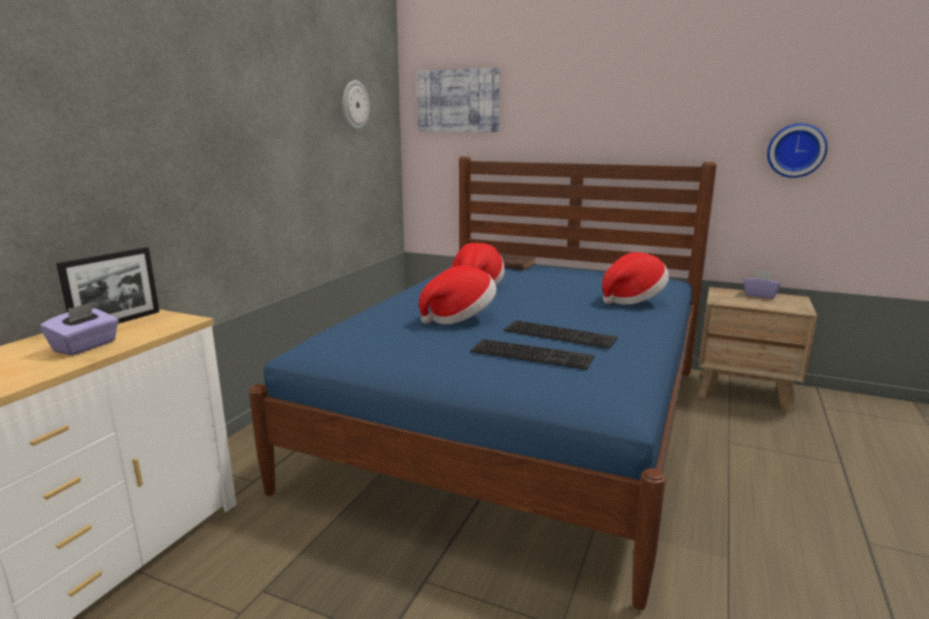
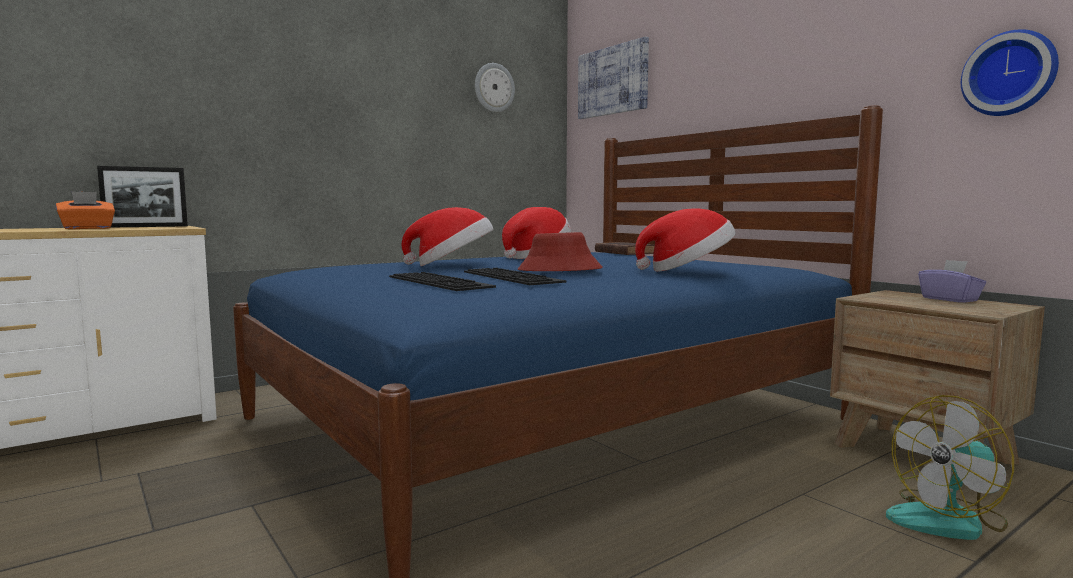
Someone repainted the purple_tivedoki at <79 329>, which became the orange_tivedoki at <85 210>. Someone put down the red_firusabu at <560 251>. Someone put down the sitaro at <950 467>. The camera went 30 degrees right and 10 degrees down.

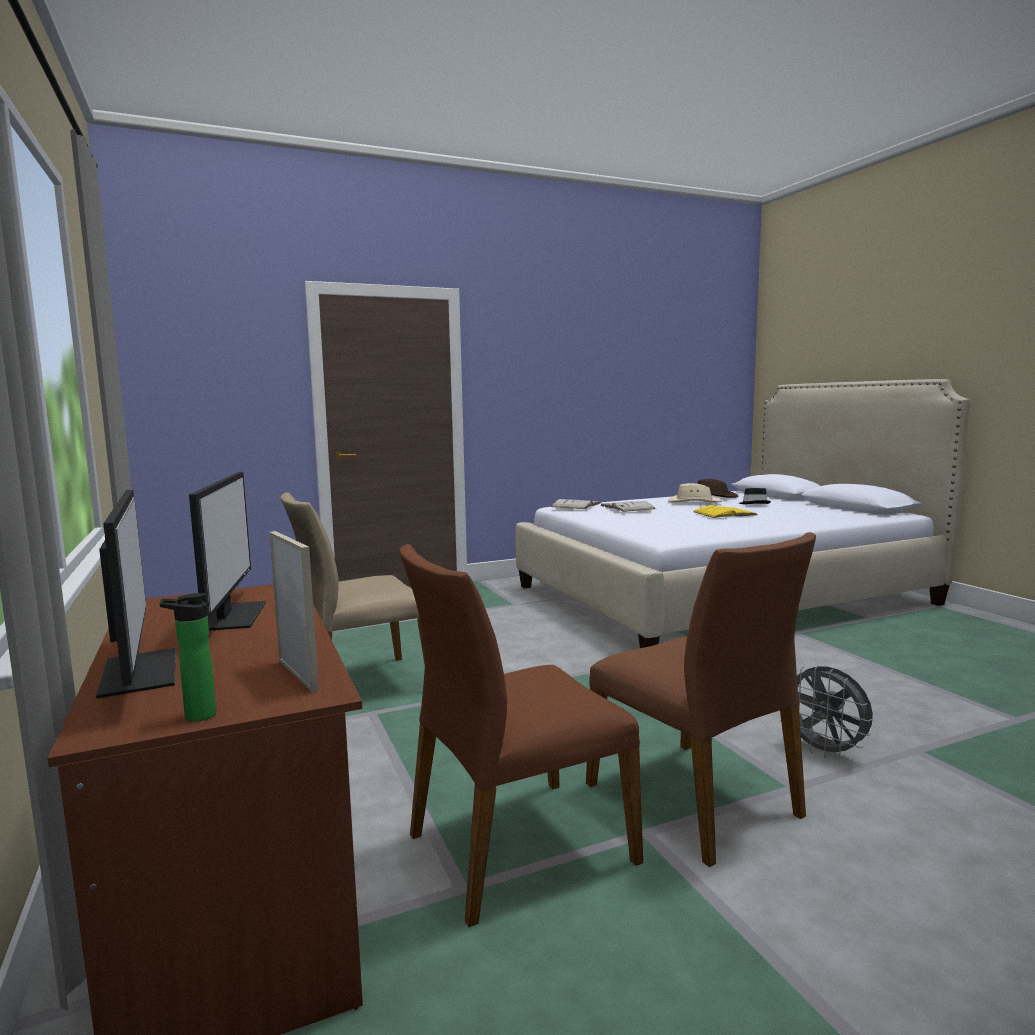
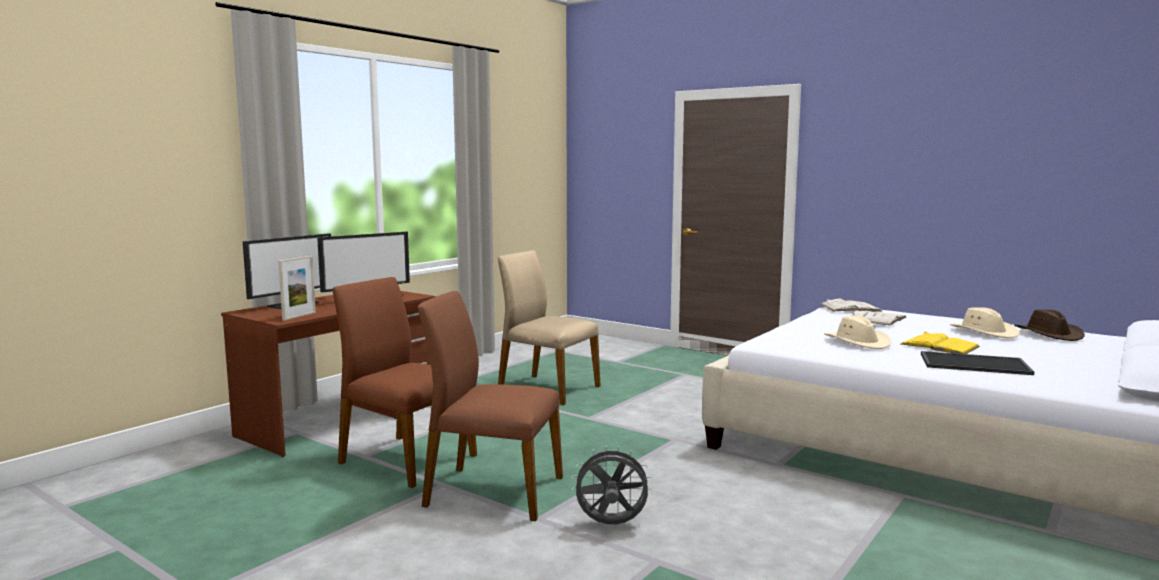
Someone took away the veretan at <188 657>. Someone rotated the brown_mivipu at <701 699> by 75 degrees clockwise. Someone took away the black_firusabu at <755 496>. Someone rotated the grey_sitaro at <826 712> by 75 degrees clockwise. Someone put down the beige_firusabu at <857 332>. Someone put down the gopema at <977 363>. The camera went 60 degrees right and 0 degrees up.

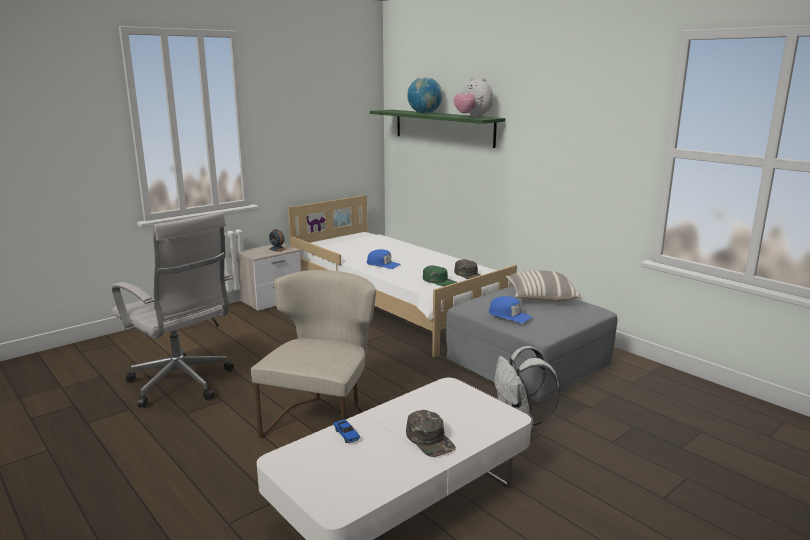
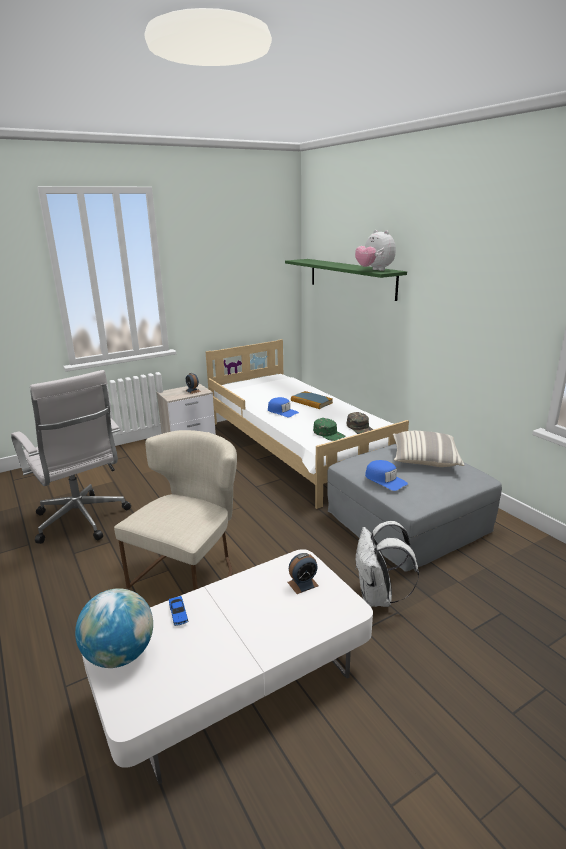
Someone took away the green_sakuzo at <431 433>. Someone carried the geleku from <425 95> to <114 628>. Someone put down the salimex at <303 573>. Someone put down the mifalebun at <312 400>. The camera went 10 degrees right and 5 degrees up.

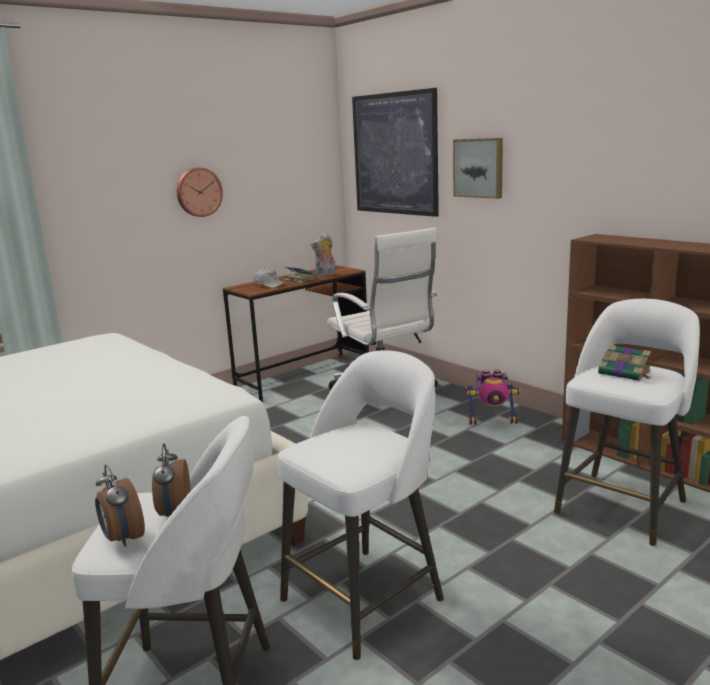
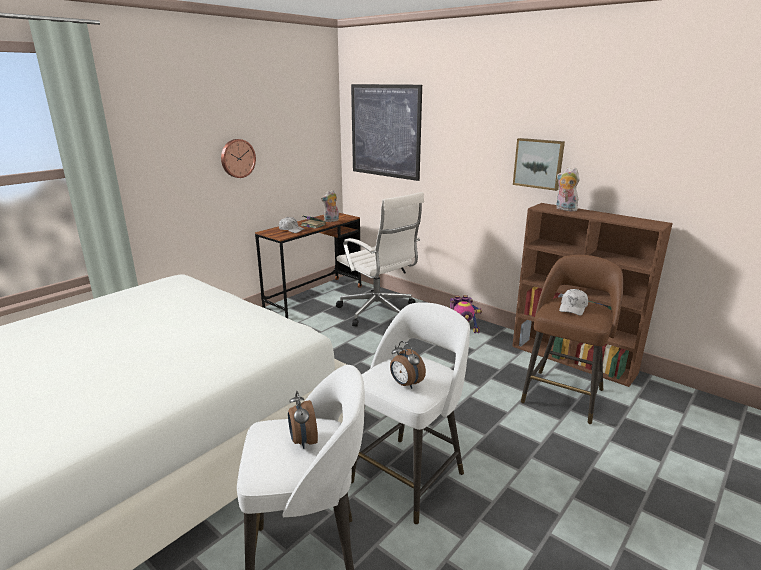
Someone carried the salimex from <120 505> to <408 365>. Someone carried the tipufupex from <478 168> to <539 164>. Someone repainted the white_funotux at <627 422>, which became the brown_funotux at <572 339>. Someone swapped the mifalebun at <624 363> for the white_sakuzo at <573 302>. Someone put down the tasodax at <568 189>. The camera went 10 degrees left and 5 degrees up.

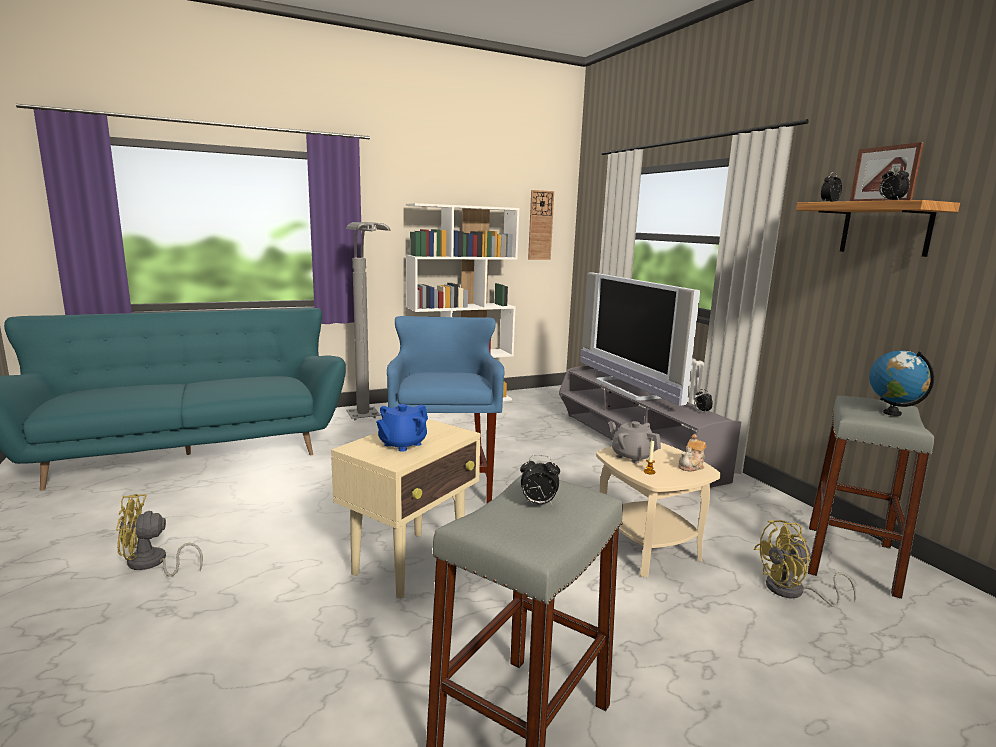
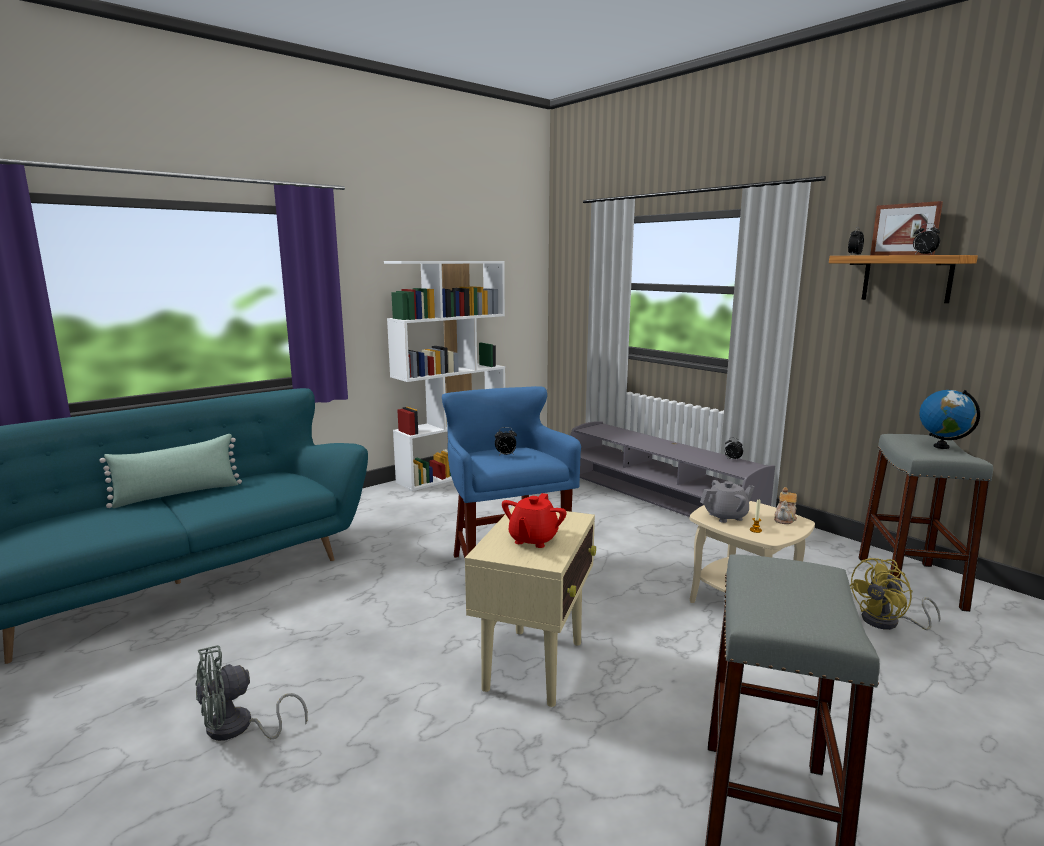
Someone repainted the yellow_sitaro at <159 535>, which became the grey_sitaro at <251 693>. Someone took away the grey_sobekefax at <368 321>. Someone repainted the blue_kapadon at <402 428>, which became the red_kapadon at <534 520>. Someone carried the salimex from <540 480> to <506 441>. Someone took away the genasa at <541 225>. Someone took away the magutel at <640 339>. Someone rotated the grey_kapadon at <635 442> by 135 degrees clockwise. Someone put down the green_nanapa at <170 471>. The camera went 15 degrees left and 0 degrees up.

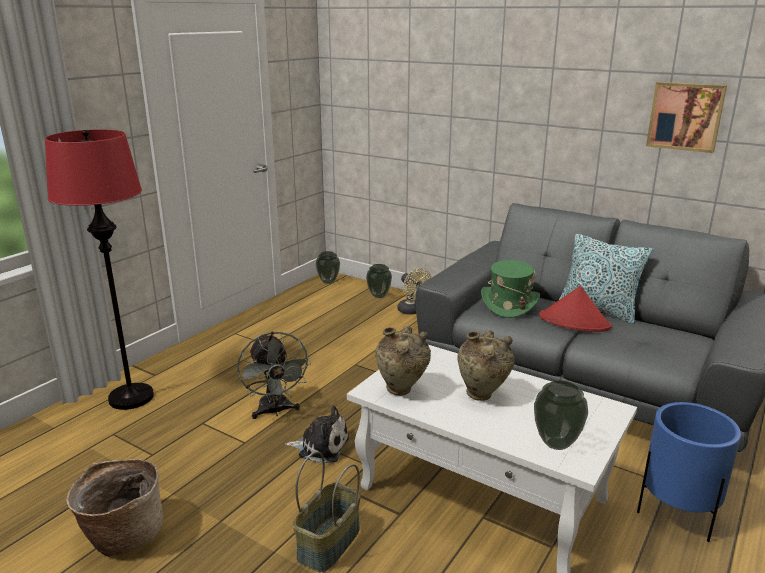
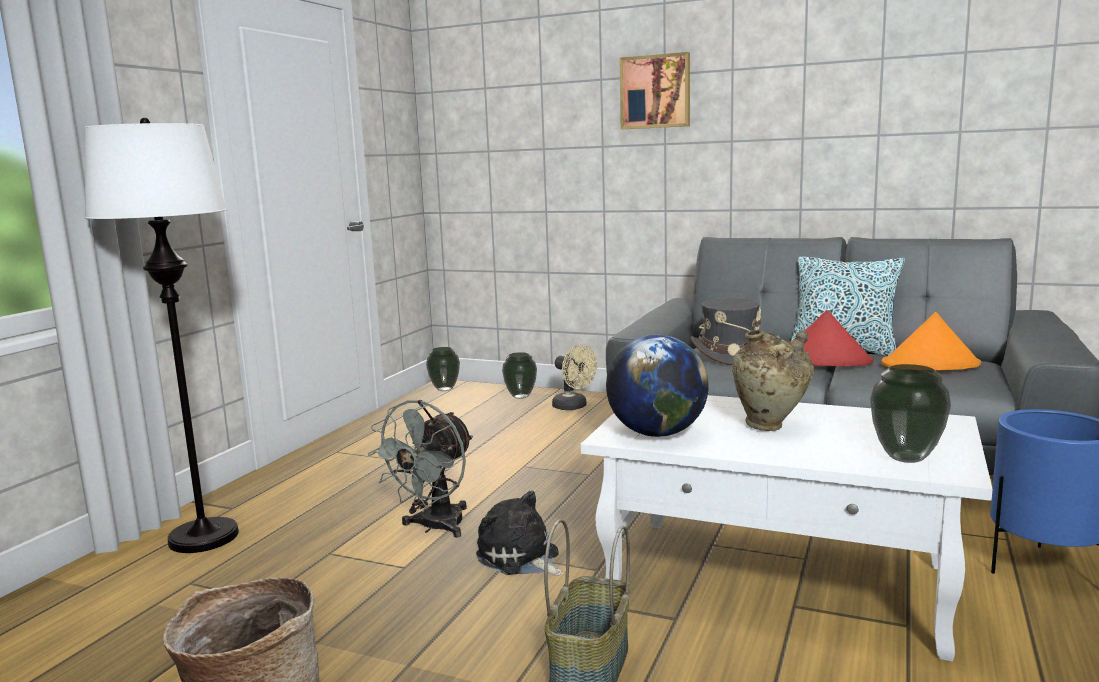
Someone repainted the red_sobekefax at <99 269>, which became the white_sobekefax at <161 335>. Someone rotated the grey_sitaro at <274 375> by 60 degrees clockwise. Someone rotated the tasodax at <317 434> by 135 degrees counterclockwise. Someone swapped the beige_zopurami at <403 361> for the geleku at <657 386>. Someone repainted the green_firusabu at <510 289>, which became the grey_firusabu at <726 331>. Someone carried the tipufupex from <686 117> to <654 90>. Someone put down the orange_firusabu at <931 341>. The camera went 10 degrees left and 10 degrees down.

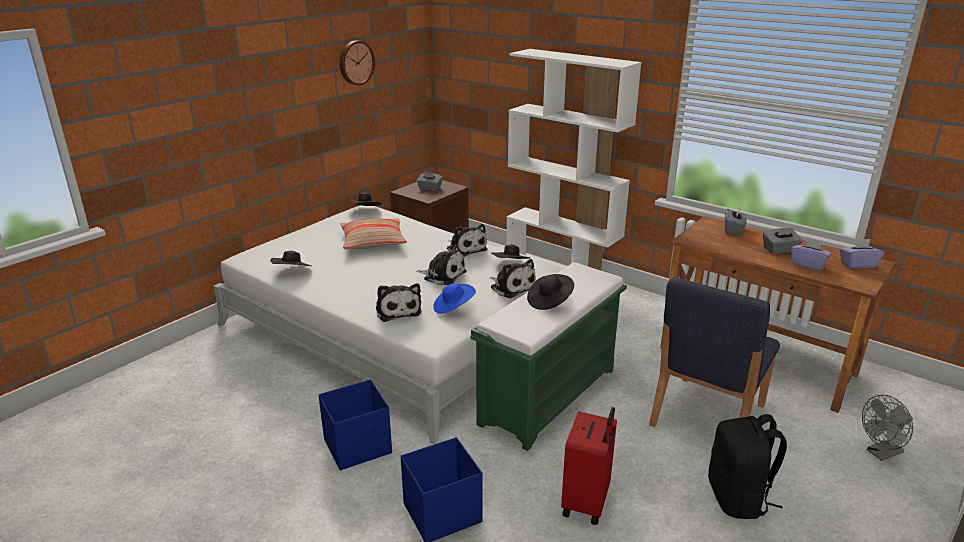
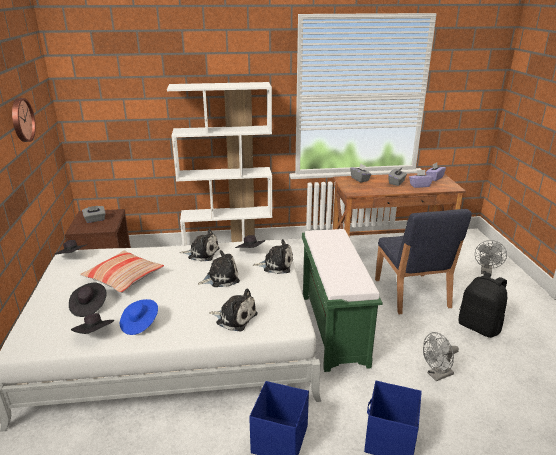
Someone carried the blue_firusabu from <454 298> to <139 317>. Someone carried the black_firusabu from <550 292> to <88 300>. Someone swapped the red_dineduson at <589 466> for the grey_sitaro at <441 356>. The camera went 45 degrees left and 0 degrees up.

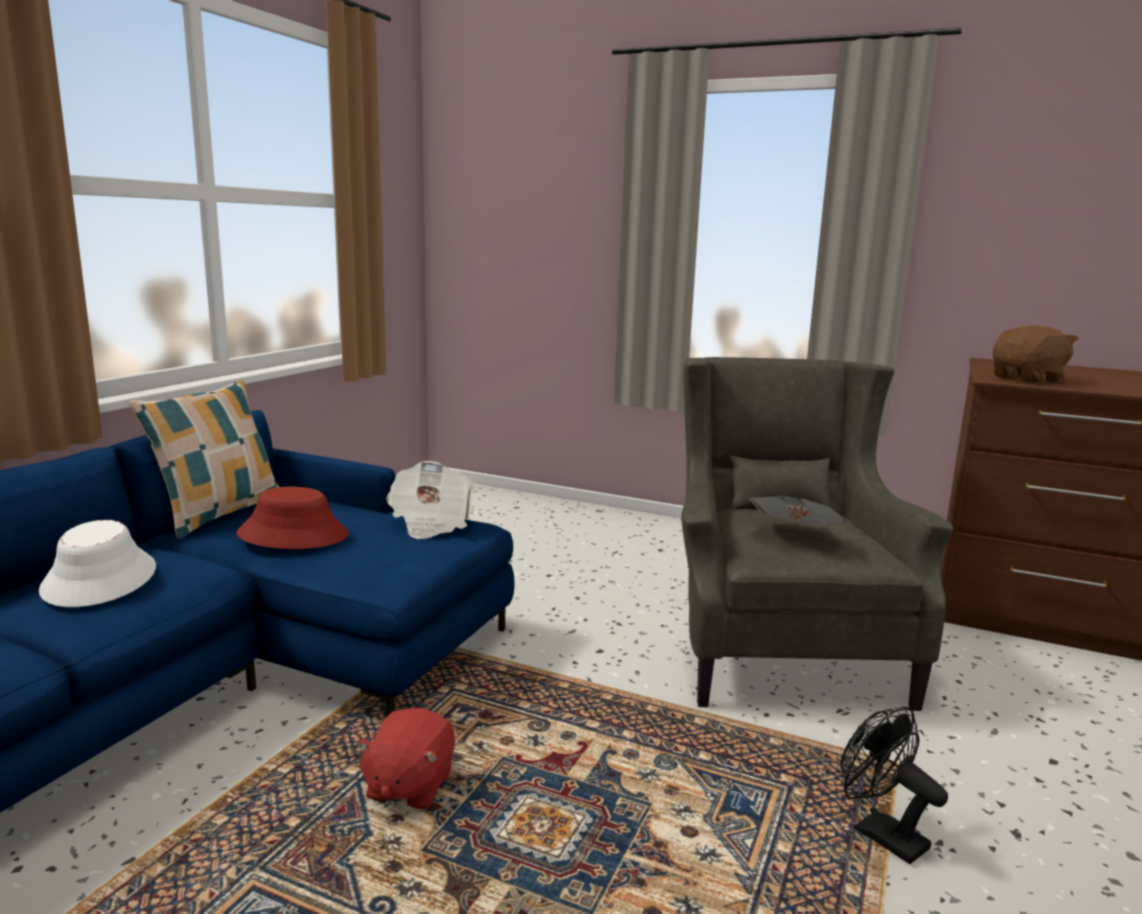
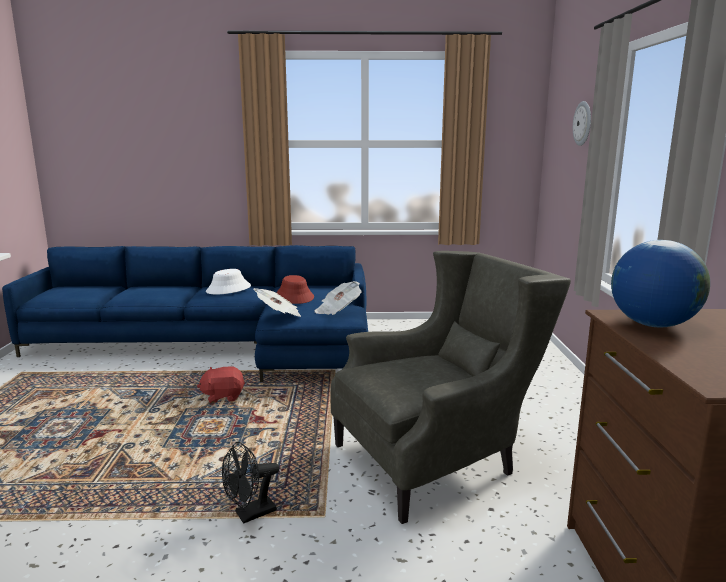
Someone took away the nanapa at <204 460>. Someone carried the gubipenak from <796 511> to <277 302>. Someone rotated the black_sitaro at <894 785> by 150 degrees counterclockwise. Someone swapped the brown_tasodax at <1036 354> for the geleku at <660 283>. Someone put up the genasa at <582 123>. The camera went 65 degrees right and 0 degrees up.

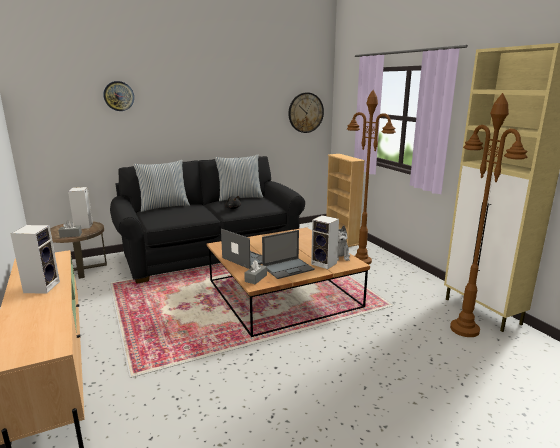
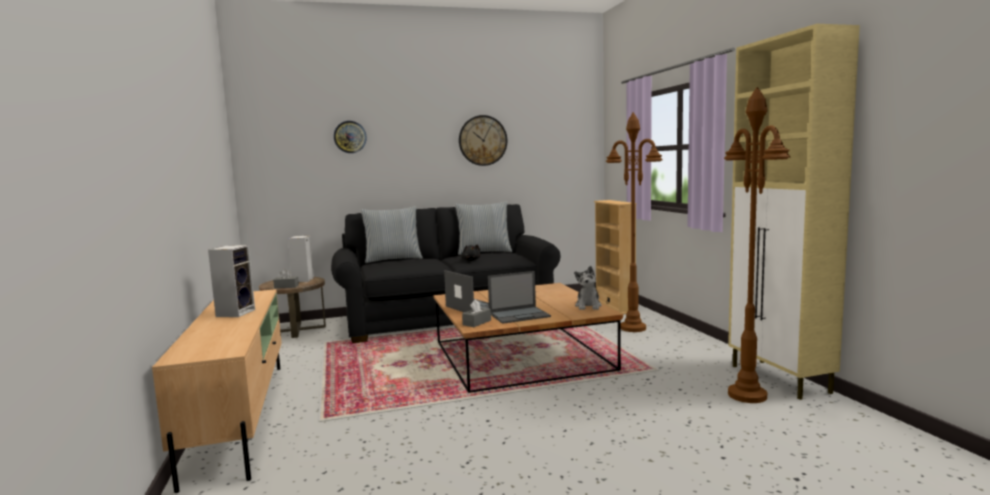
Someone carried the genasa from <306 112> to <483 140>. Someone took away the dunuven at <325 242>. The camera went 10 degrees right and 10 degrees down.

